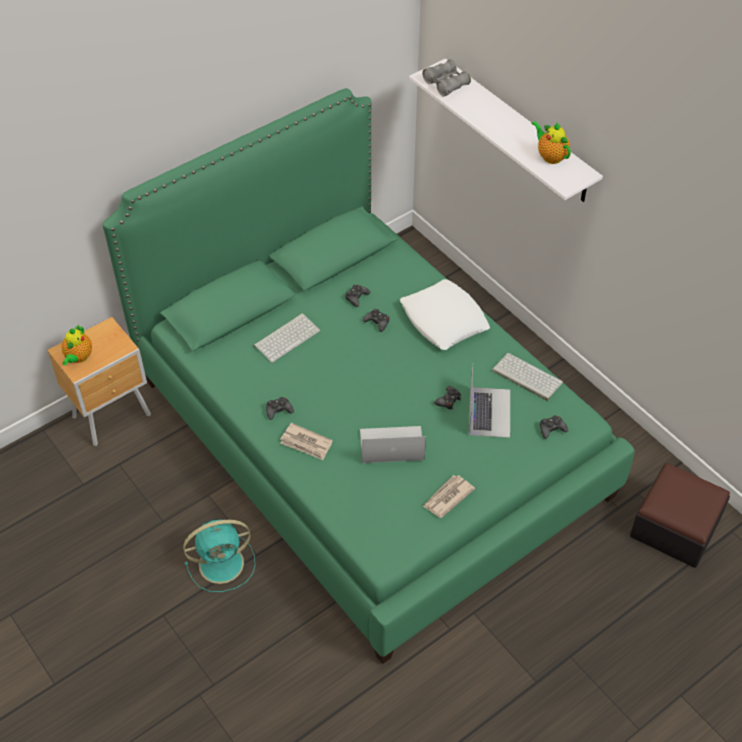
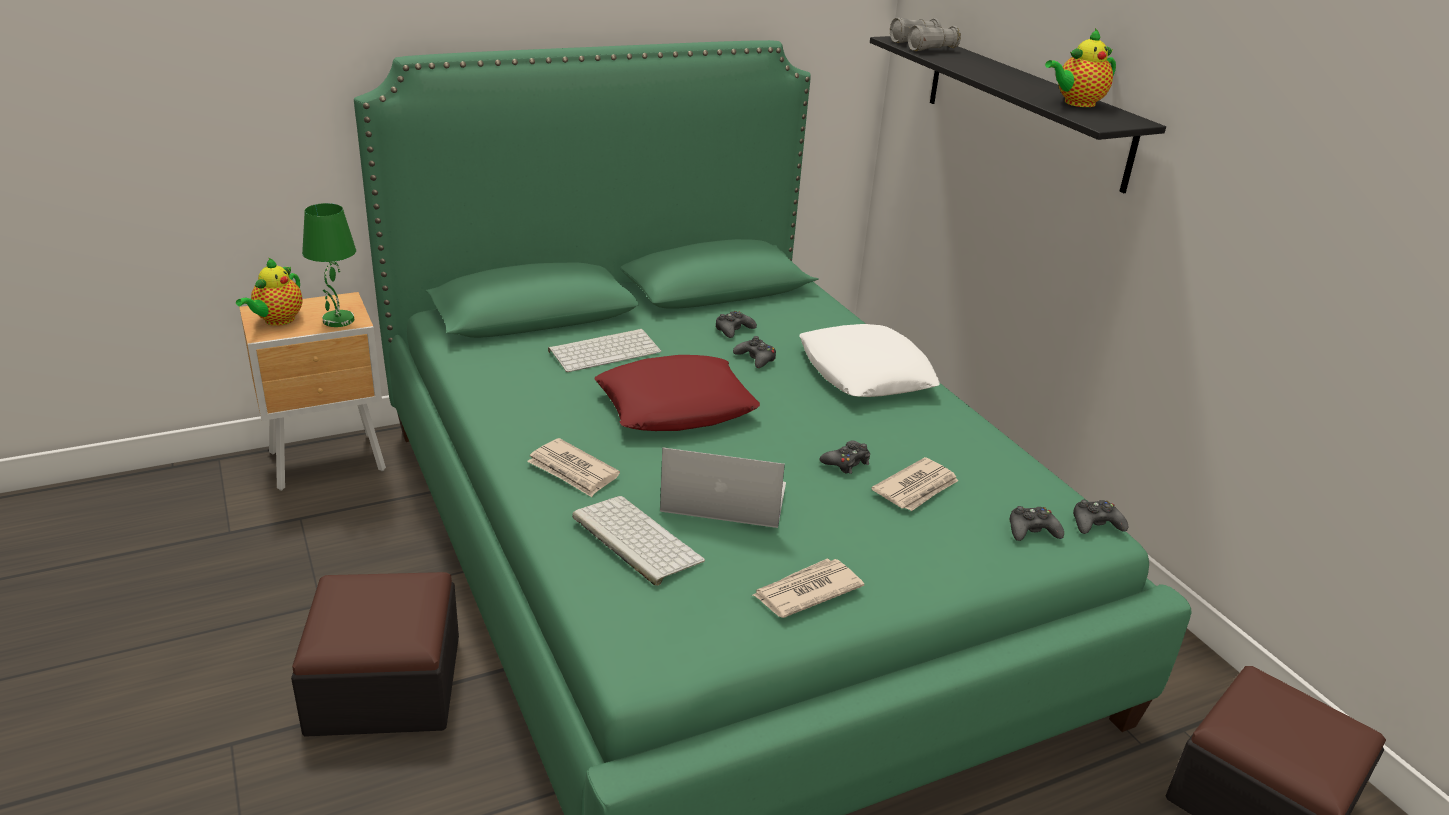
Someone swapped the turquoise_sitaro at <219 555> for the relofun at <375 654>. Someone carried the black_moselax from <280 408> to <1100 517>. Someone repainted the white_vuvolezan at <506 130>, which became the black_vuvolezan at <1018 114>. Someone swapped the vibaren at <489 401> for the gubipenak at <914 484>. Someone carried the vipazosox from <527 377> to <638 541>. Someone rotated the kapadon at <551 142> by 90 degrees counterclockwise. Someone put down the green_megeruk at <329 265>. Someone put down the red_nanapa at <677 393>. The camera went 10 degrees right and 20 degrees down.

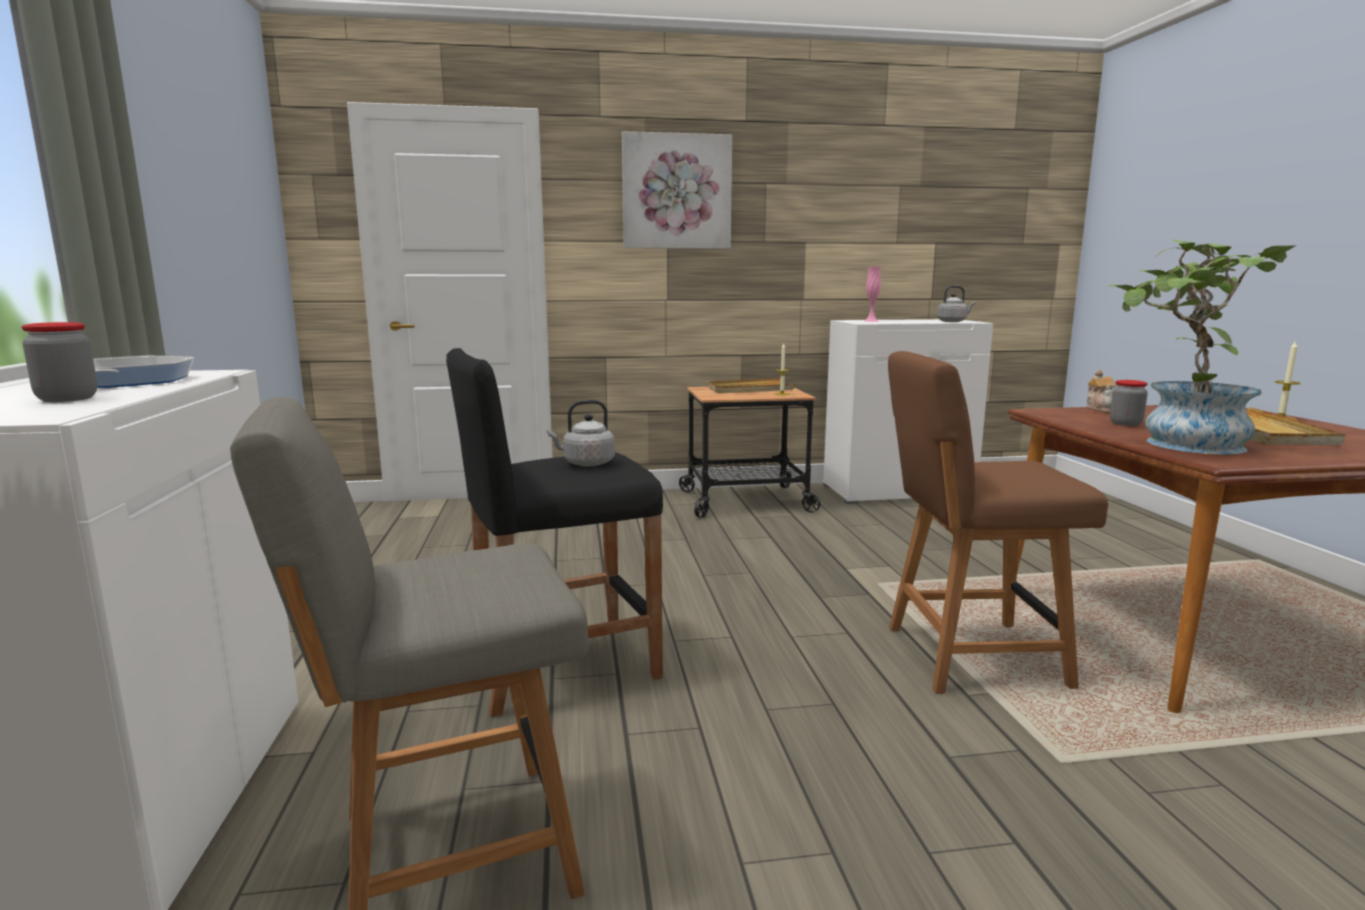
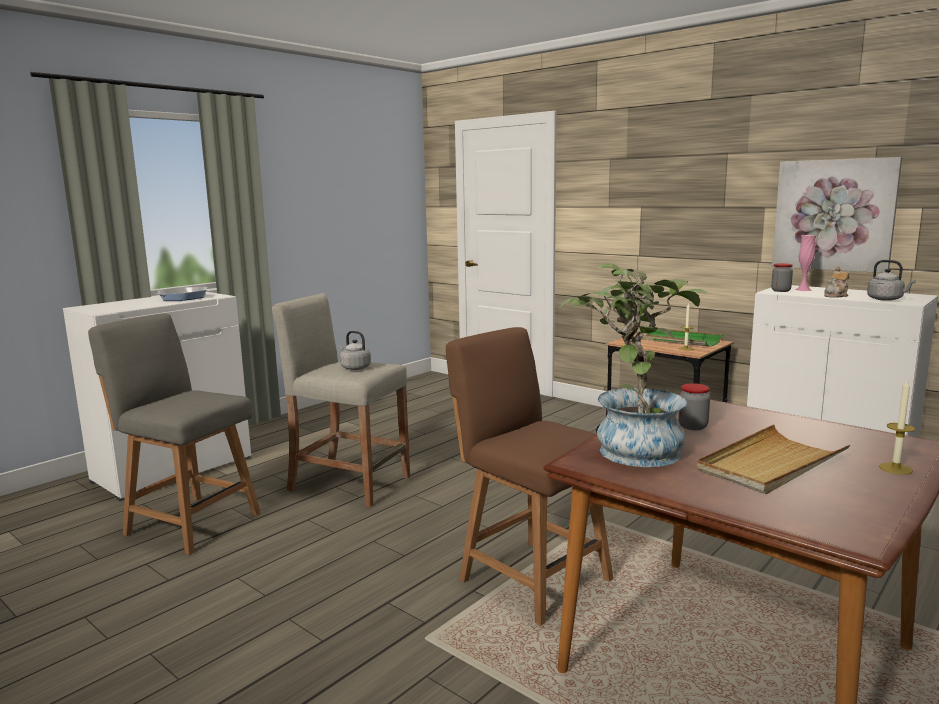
Someone carried the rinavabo from <59 362> to <782 277>. Someone repainted the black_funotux at <554 532>, which became the beige_funotux at <341 400>. Someone carried the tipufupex from <677 190> to <837 215>. Someone repainted the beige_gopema at <751 385>, which became the green_gopema at <682 338>. Someone carried the kapadon from <1101 391> to <836 282>. The camera went 50 degrees right and 0 degrees up.

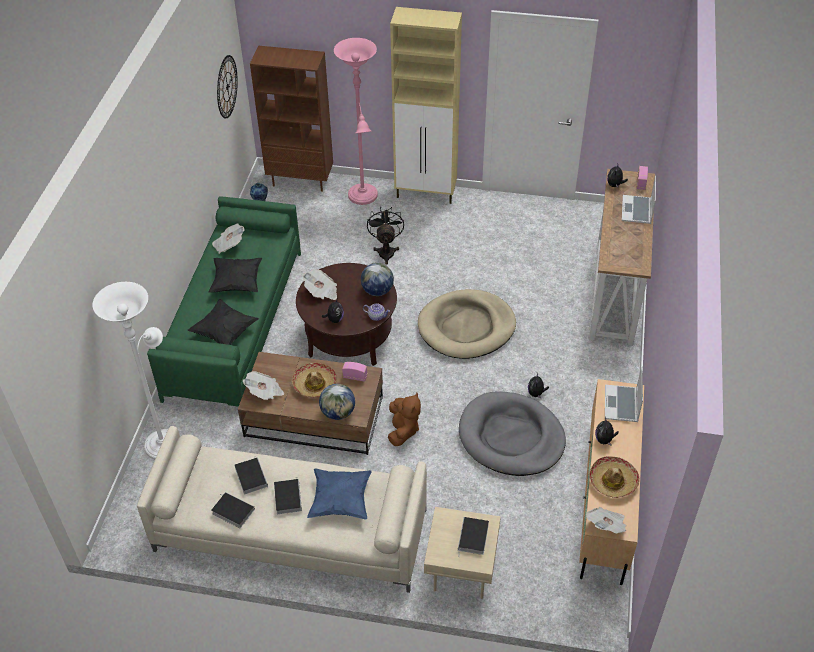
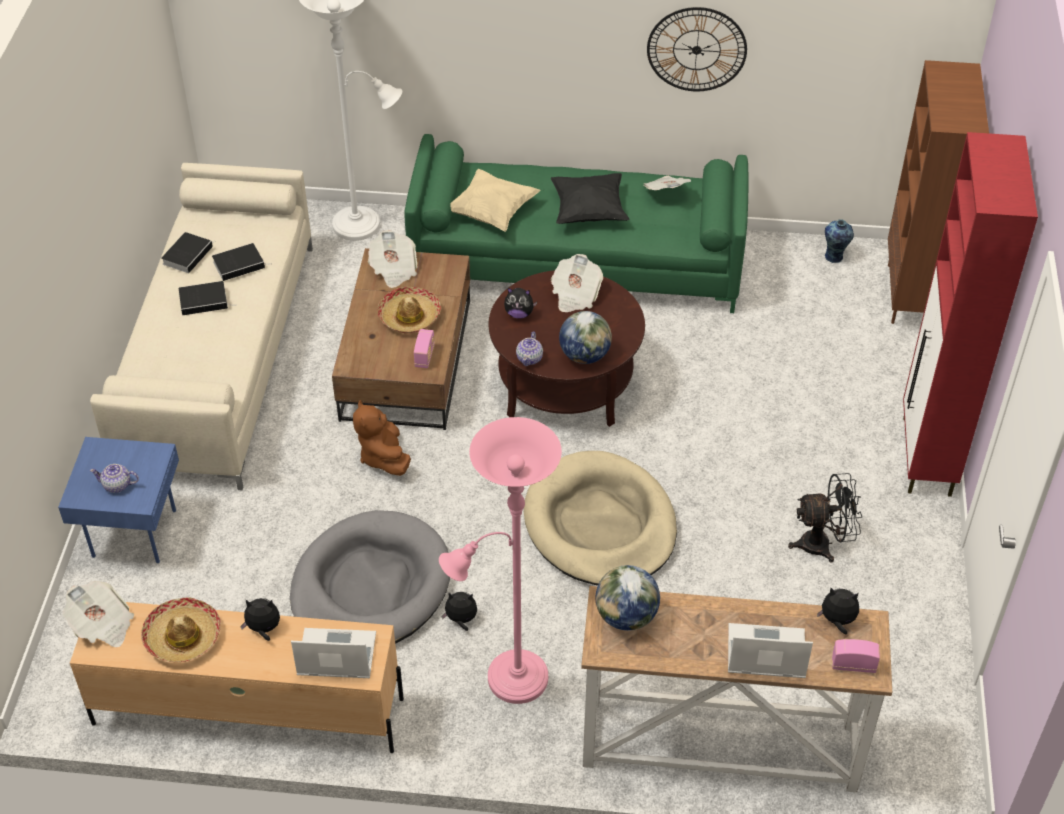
Someone repainted the black_nanapa at <223 322>, which became the beige_nanapa at <496 200>. Someone carried the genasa from <227 86> to <697 49>. Someone took away the blue_nanapa at <339 493>. Someone carried the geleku from <337 402> to <627 598>. Someone carried the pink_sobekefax from <356 121> to <500 560>. Someone carried the black_sitaro from <385 236> to <825 518>. Someone rotated the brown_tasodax at <404 419> by 75 degrees clockwise. Someone repainted the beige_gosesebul at <426 105>, which became the red_gosesebul at <970 314>. Someone repainted the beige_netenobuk at <462 553>, which became the blue_netenobuk at <118 500>. Someone swapped the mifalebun at <473 537> for the kapadon at <114 478>. The camera went 85 degrees right and 0 degrees up.

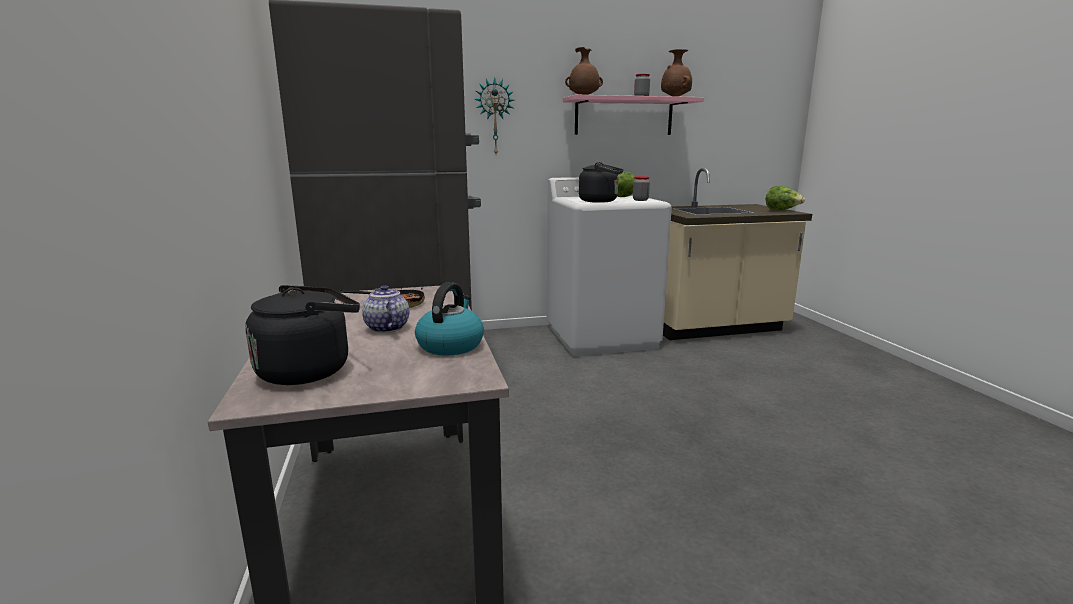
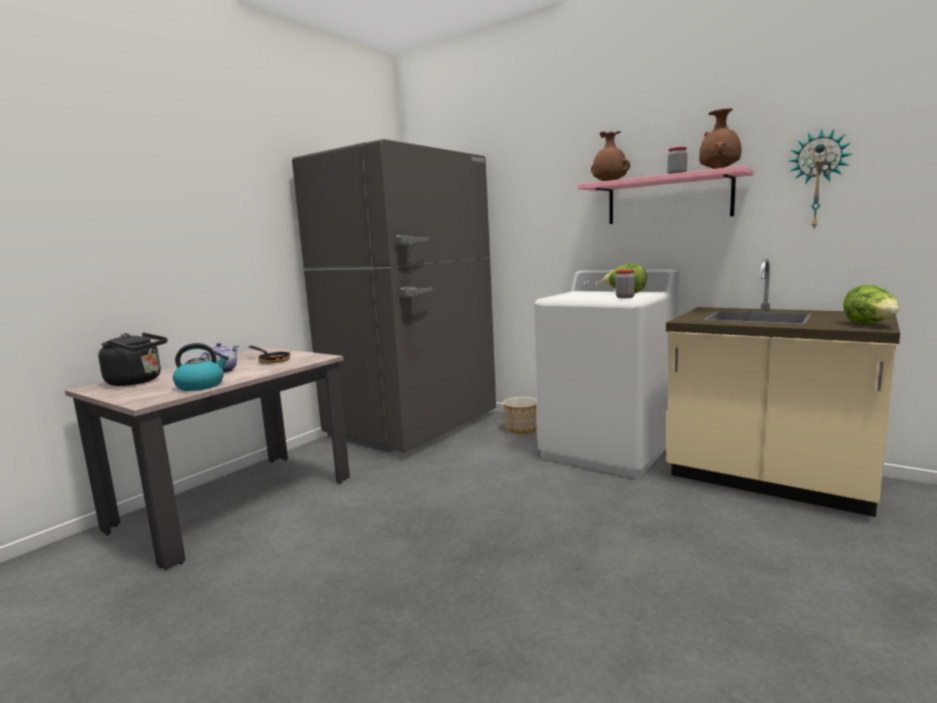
Someone carried the genasa from <494 115> to <820 178>. Someone took away the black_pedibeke at <601 182>. Someone put down the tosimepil at <520 415>. The camera went 50 degrees right and 5 degrees down.

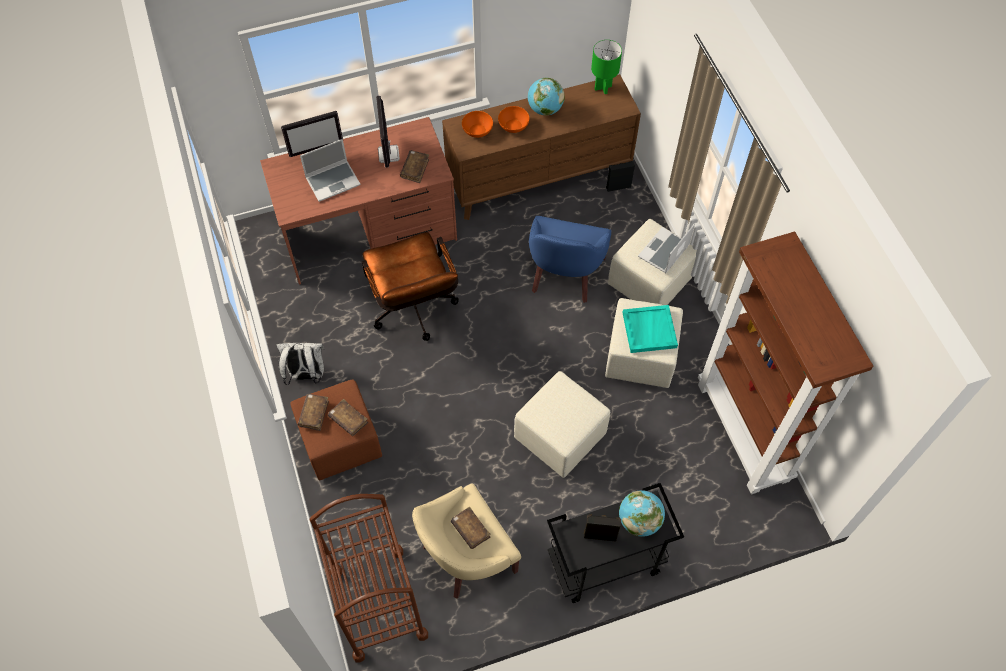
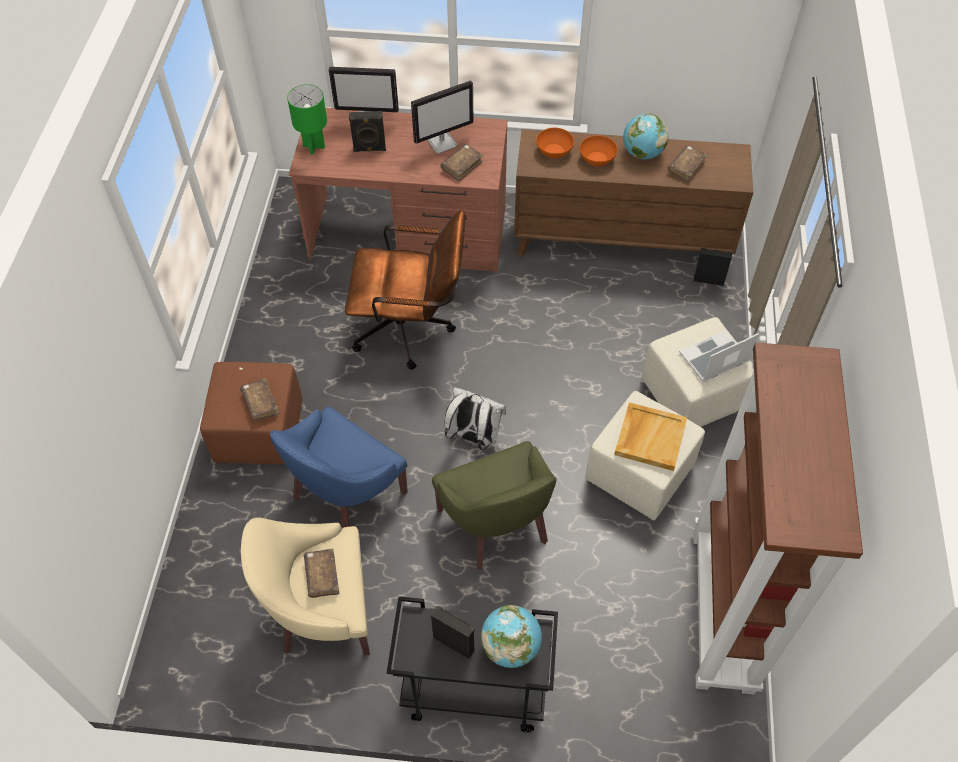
Someone carried the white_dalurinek from <300 364> to <475 418>. Someone carried the brown_mifalebun from <313 412> to <687 164>. Someone swapped the vibaren at <330 170> for the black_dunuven at <367 131>. Someone took away the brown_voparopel at <369 578>. Someone rotated the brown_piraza at <410 286> by 90 degrees counterclockwise. Someone rotated the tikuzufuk at <388 132> by 135 degrees counterclockwise. Someone swapped the beige_relofun at <562 424> for the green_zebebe at <494 505>. Someone carried the blue_zebebe from <570 259> to <339 467>. Someone carried the green_megeruk from <606 67> to <307 119>. Someone repainted the turquoise_gopema at <650 329>, which became the beige_gopema at <650 436>. The camera went 25 degrees right and 5 degrees down.

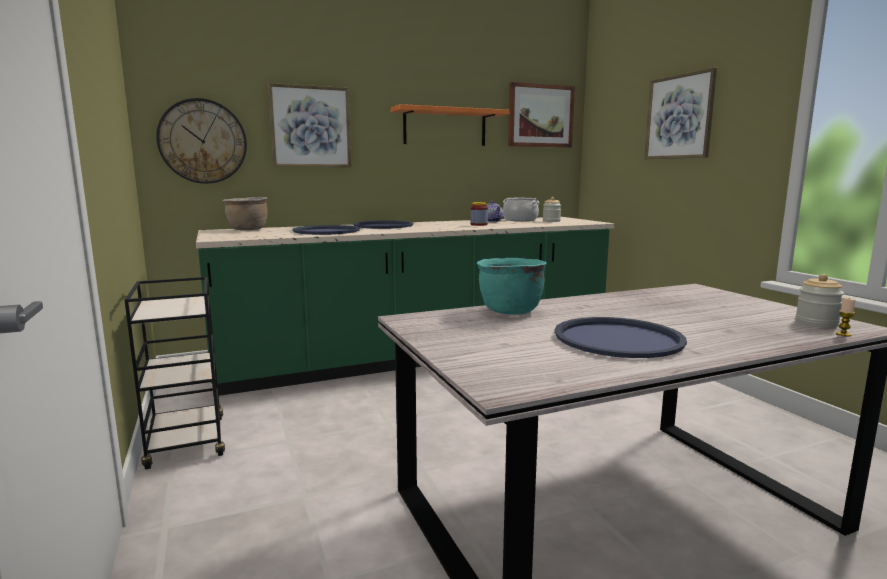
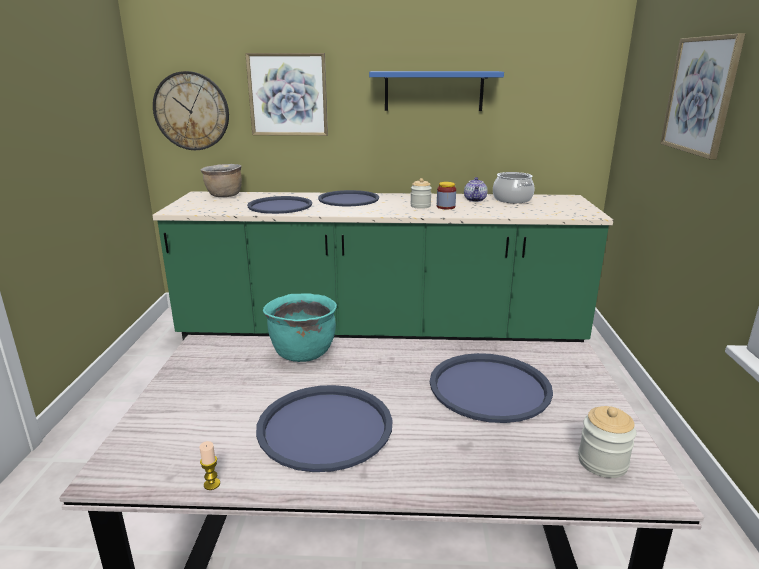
Someone took away the black_voparopel at <175 373>. Someone repainted the orange_vuvolezan at <450 125>, which became the blue_vuvolezan at <436 91>. Someone took away the tipufupex at <541 115>. Someone carried the rinavabo from <552 209> to <421 193>. Someone carried the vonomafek from <845 317> to <209 465>. Someone put down the blue_gopema at <491 388>. The camera went 25 degrees right and 10 degrees up.

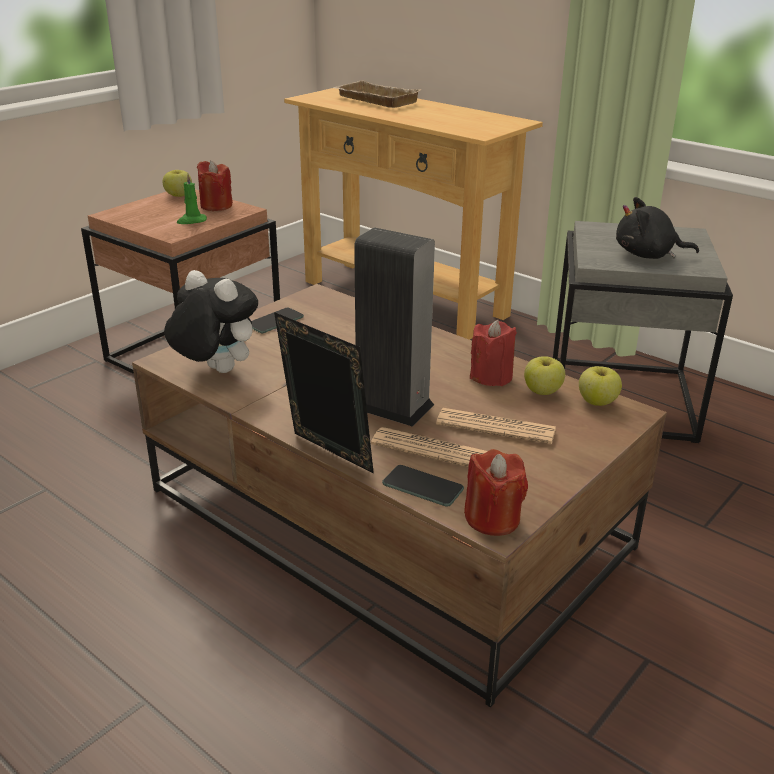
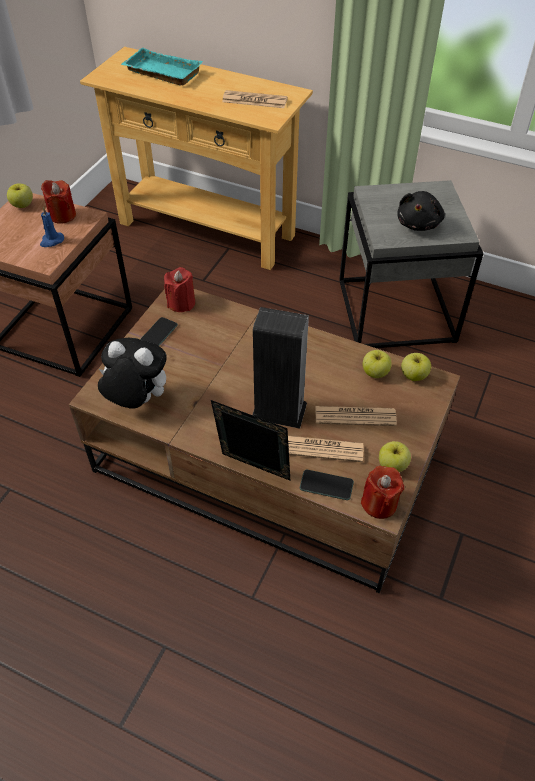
Someone repainted the green_vonomafek at <192 198>, which became the blue_vonomafek at <52 227>. Someone repainted the beige_gopema at <378 94>, which became the turquoise_gopema at <162 67>. Someone carried the red_vonomafek from <493 353> to <179 289>. Someone rotated the black_tasodax at <657 228> by 60 degrees counterclockwise. Someone put down the gubipenak at <255 99>. Someone put down the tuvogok at <395 456>. The camera went 15 degrees left and 20 degrees up.

